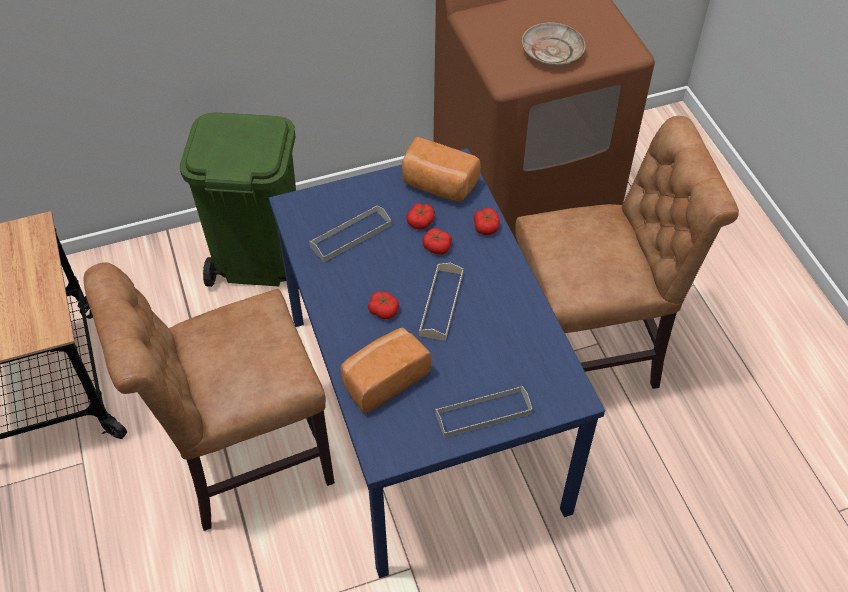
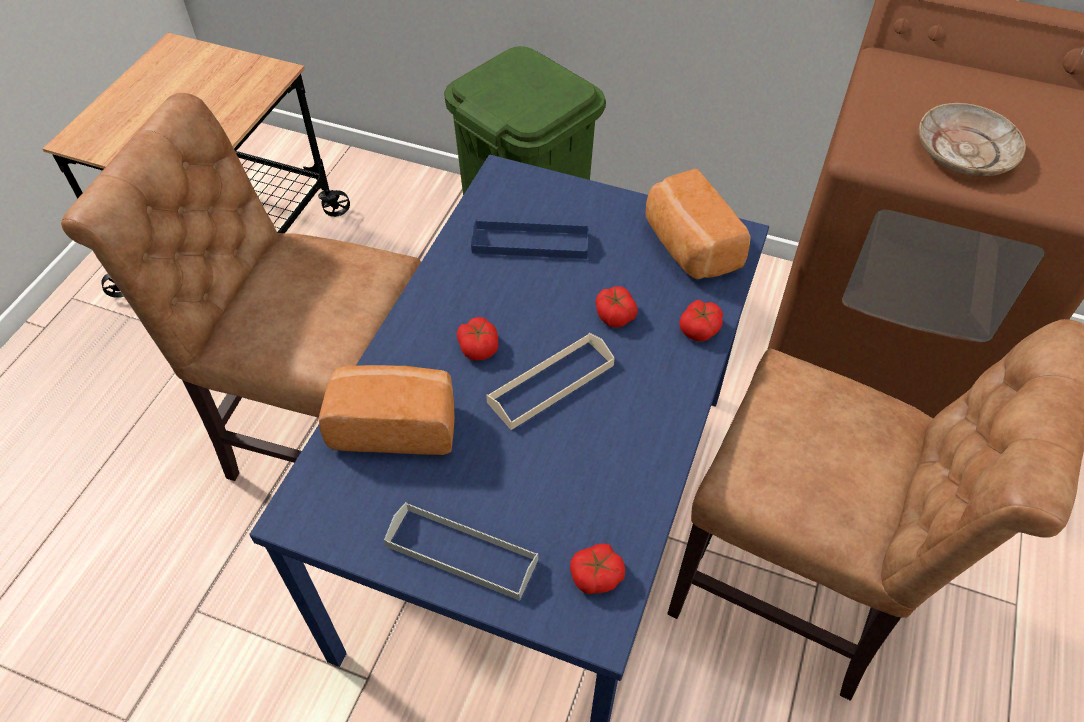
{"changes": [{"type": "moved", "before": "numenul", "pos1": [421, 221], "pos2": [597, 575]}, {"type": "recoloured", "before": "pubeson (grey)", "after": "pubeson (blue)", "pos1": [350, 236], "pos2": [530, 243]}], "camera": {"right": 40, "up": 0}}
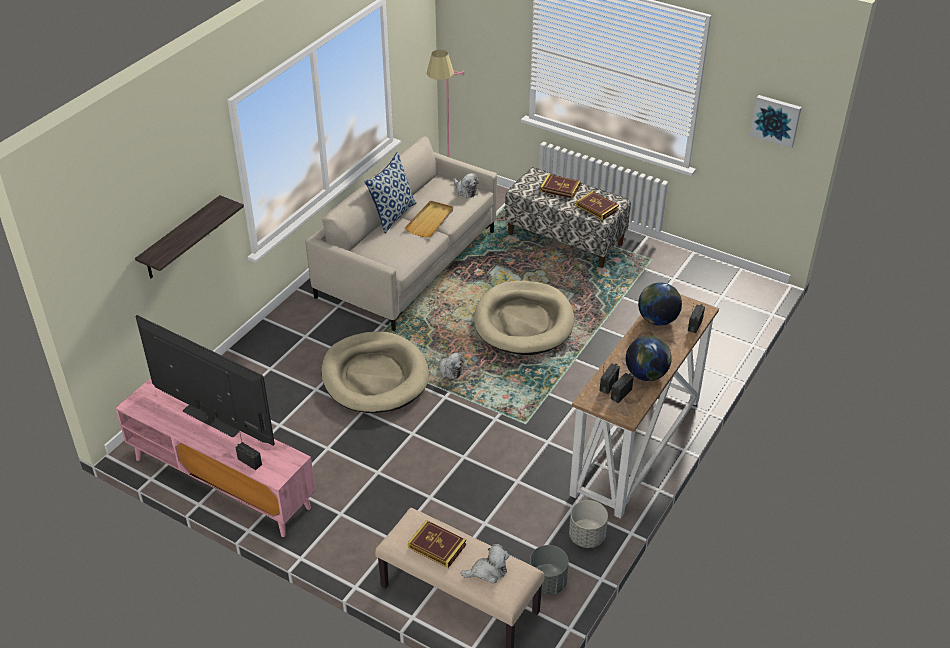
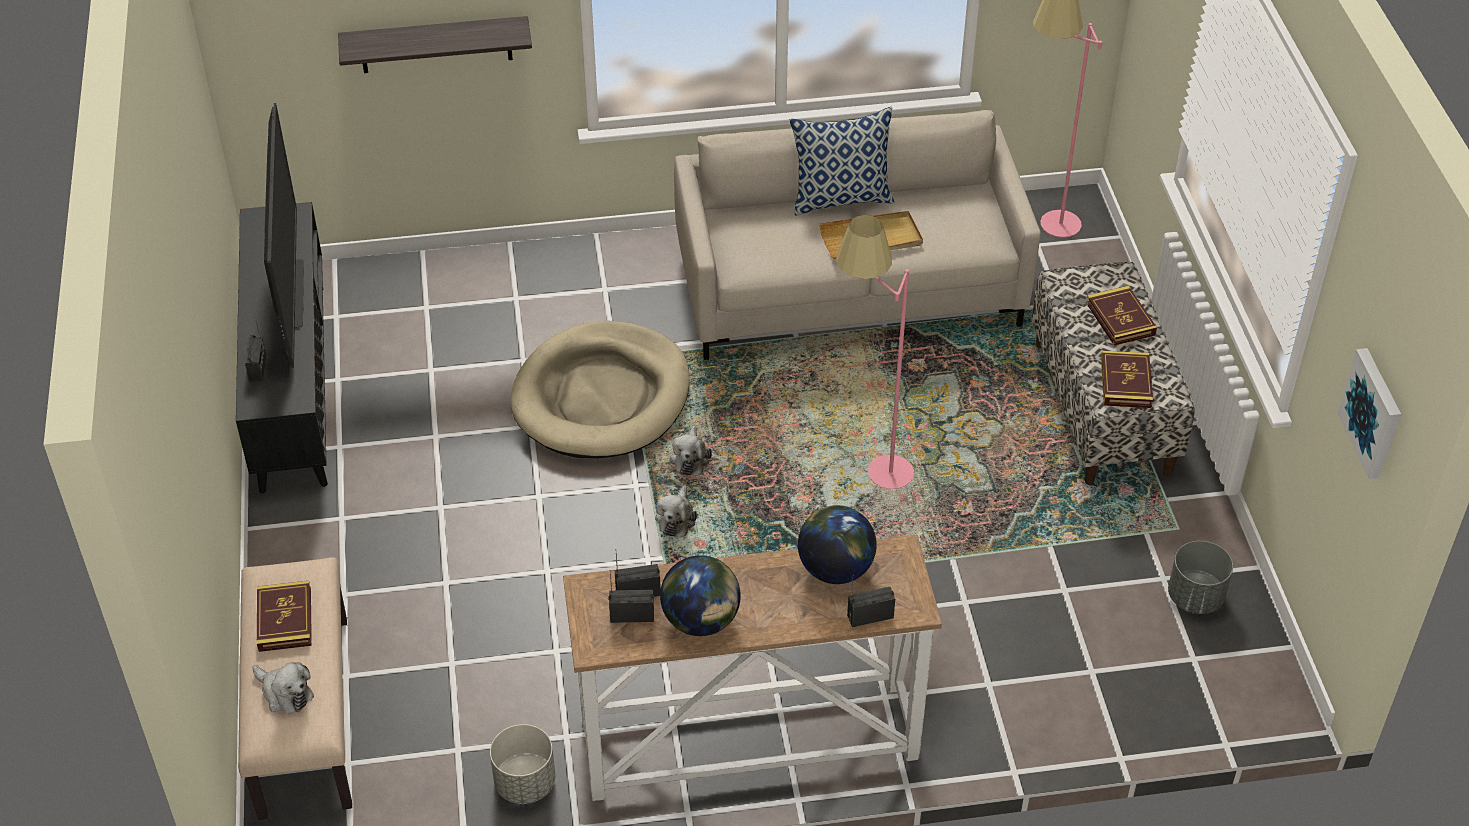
{"changes": [{"type": "moved", "before": "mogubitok", "pos1": [465, 191], "pos2": [676, 518]}, {"type": "replaced", "before": "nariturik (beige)", "after": "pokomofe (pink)", "pos1": [523, 322], "pos2": [869, 472]}, {"type": "recoloured", "before": "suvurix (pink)", "after": "suvurix (black)", "pos1": [220, 483], "pos2": [291, 384]}, {"type": "moved", "before": "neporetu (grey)", "pos1": [547, 582], "pos2": [1194, 597]}], "camera": {"right": 50, "up": 5}}
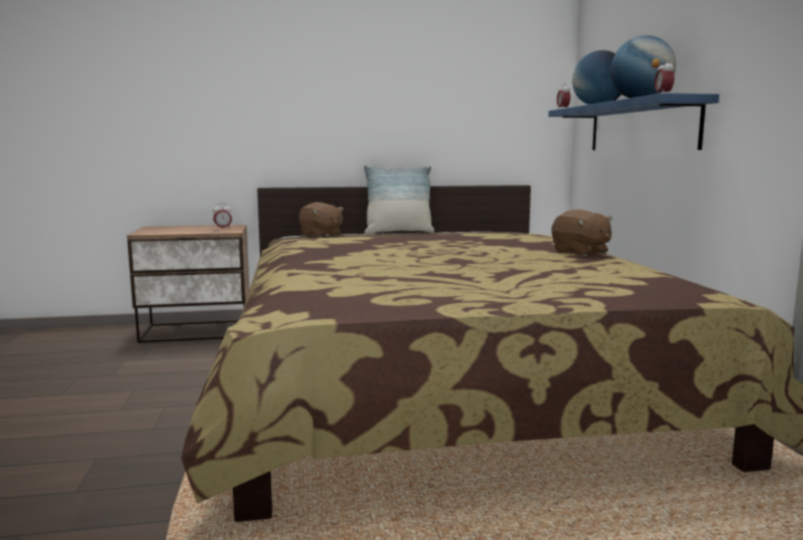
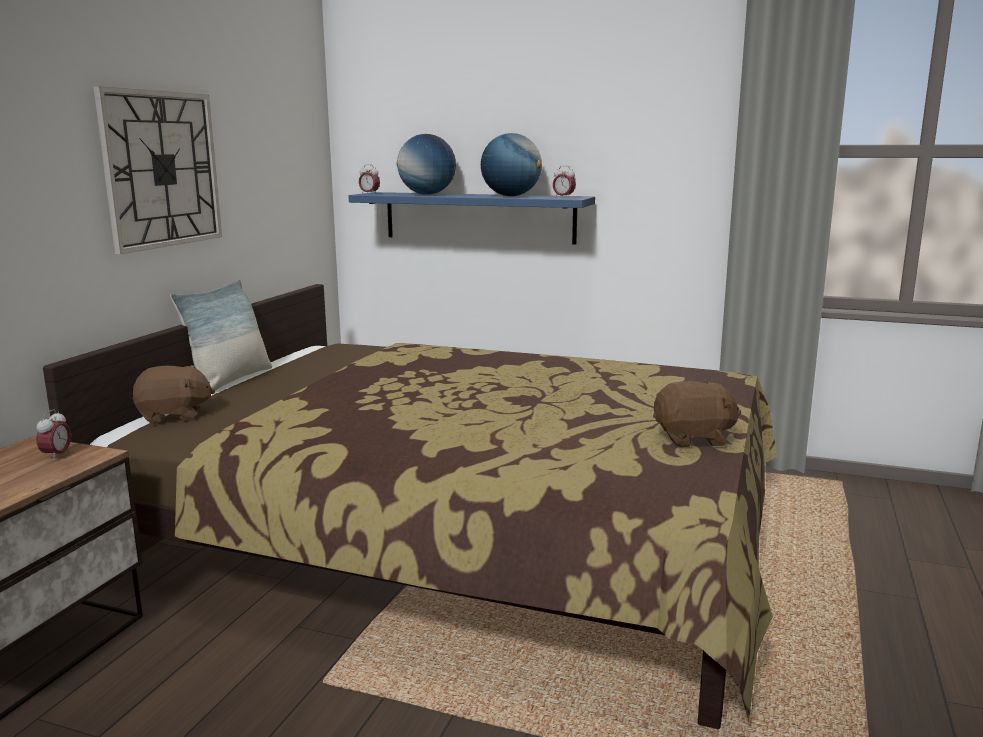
{"changes": [{"type": "moved", "before": "mogubitok (brown)", "pos1": [580, 252], "pos2": [693, 439]}, {"type": "added", "after": "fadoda", "pos2": [161, 169]}], "camera": {"right": -60, "up": 5}}
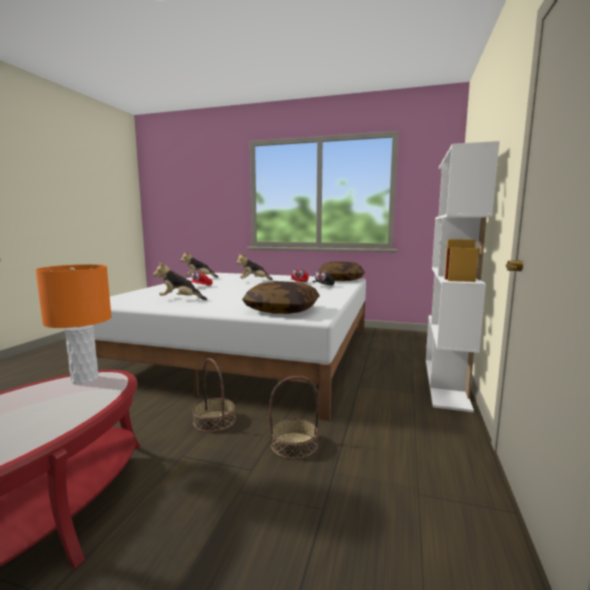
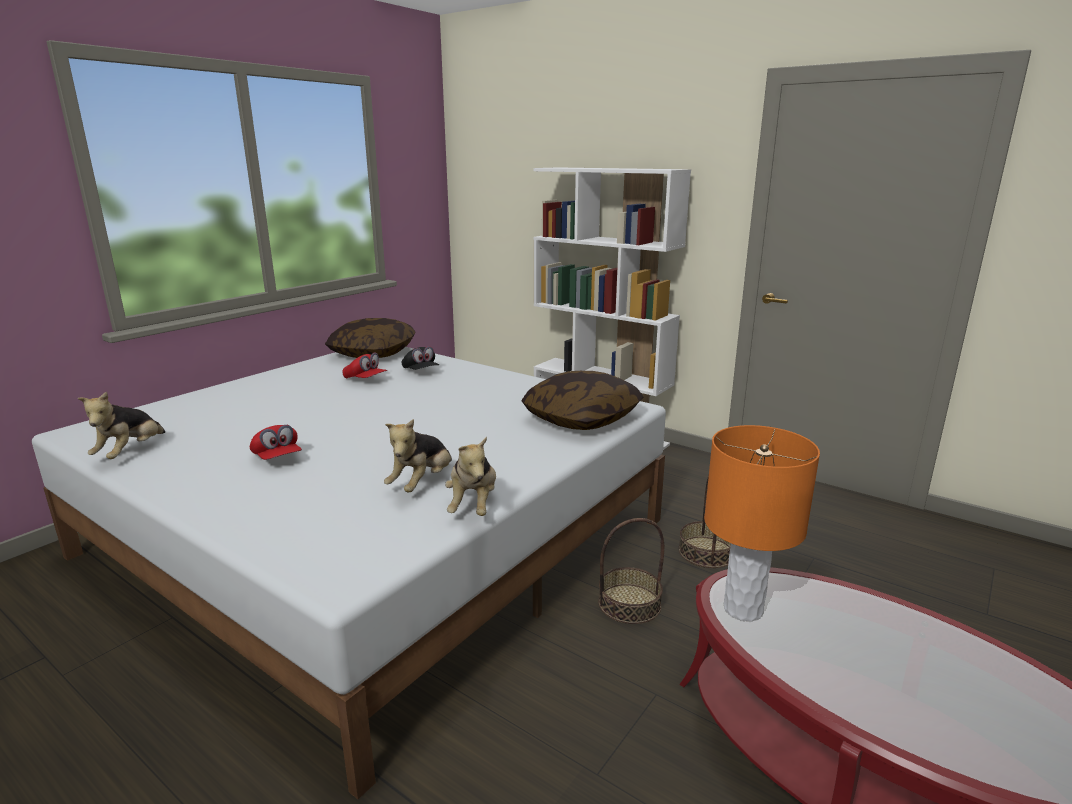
{"changes": [{"type": "moved", "before": "mogubitok", "pos1": [253, 281], "pos2": [473, 505]}], "camera": {"right": -70, "up": 10}}
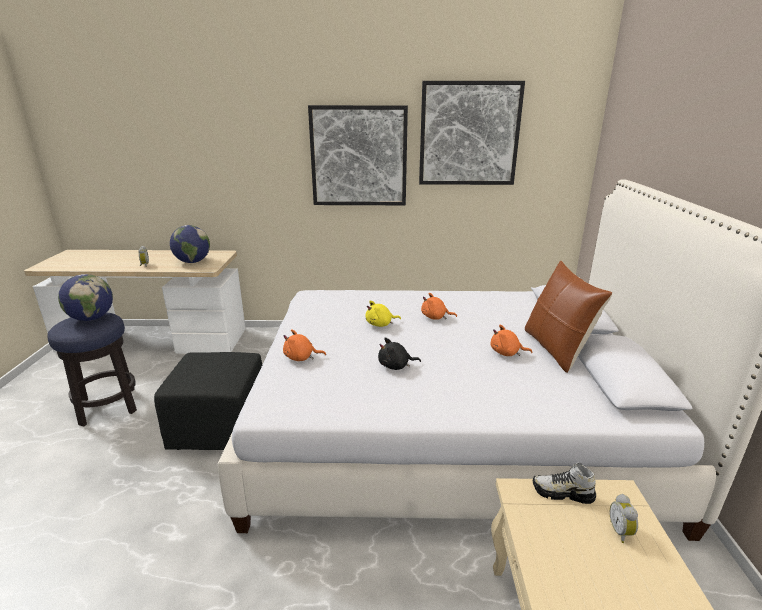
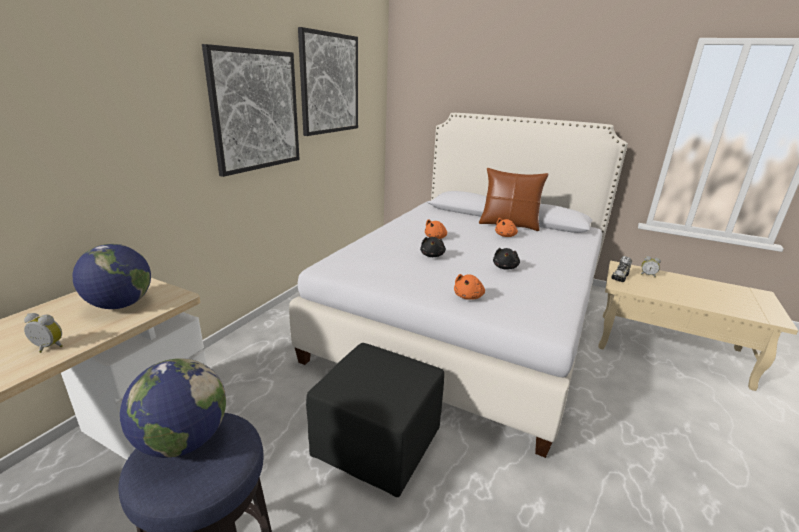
{"changes": [{"type": "recoloured", "before": "mogubitok (yellow)", "after": "mogubitok (black)", "pos1": [380, 324], "pos2": [432, 255]}], "camera": {"right": -65, "up": 0}}
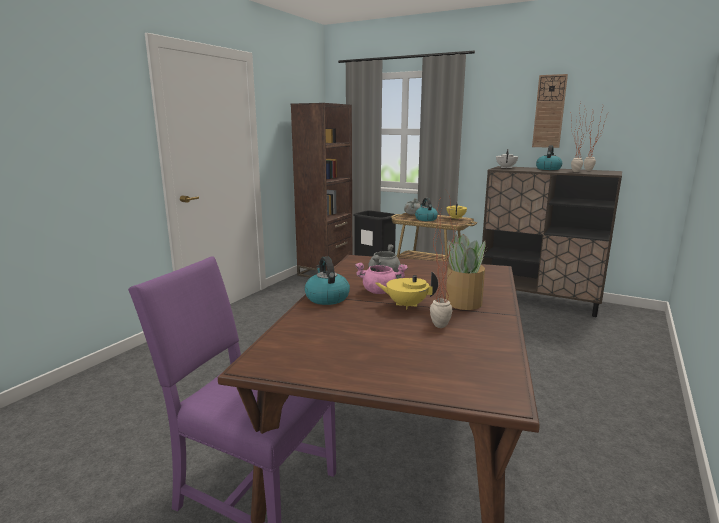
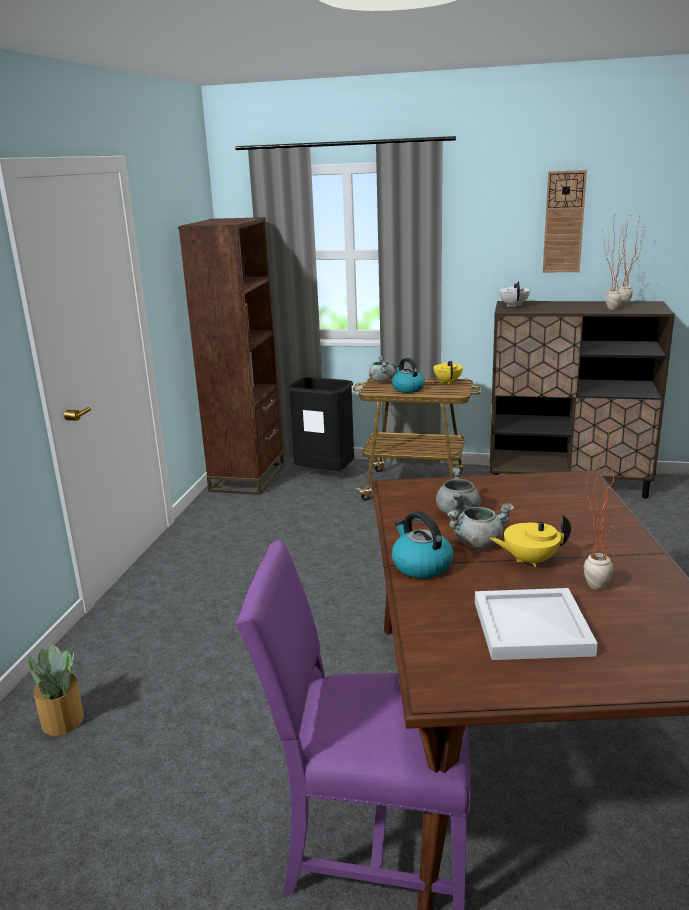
{"changes": [{"type": "removed", "before": "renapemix", "pos1": [548, 169]}, {"type": "moved", "before": "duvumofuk", "pos1": [463, 302], "pos2": [62, 720]}, {"type": "recoloured", "before": "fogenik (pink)", "after": "fogenik (grey)", "pos1": [380, 291], "pos2": [478, 542]}, {"type": "added", "after": "pubeson (white)", "pos2": [529, 627]}], "camera": {"right": -15, "up": 5}}
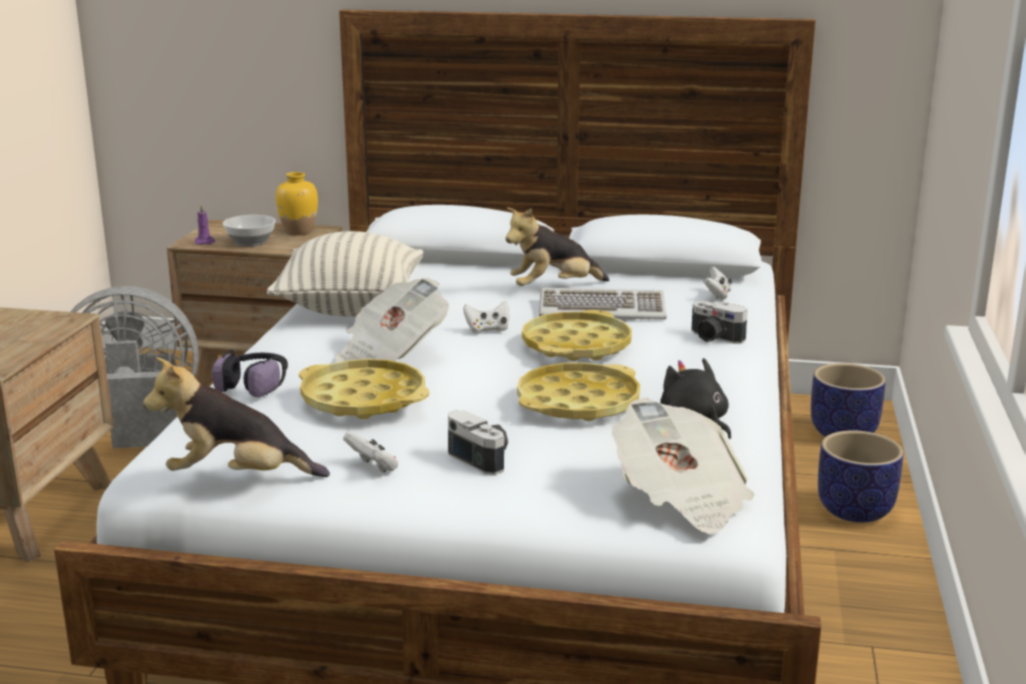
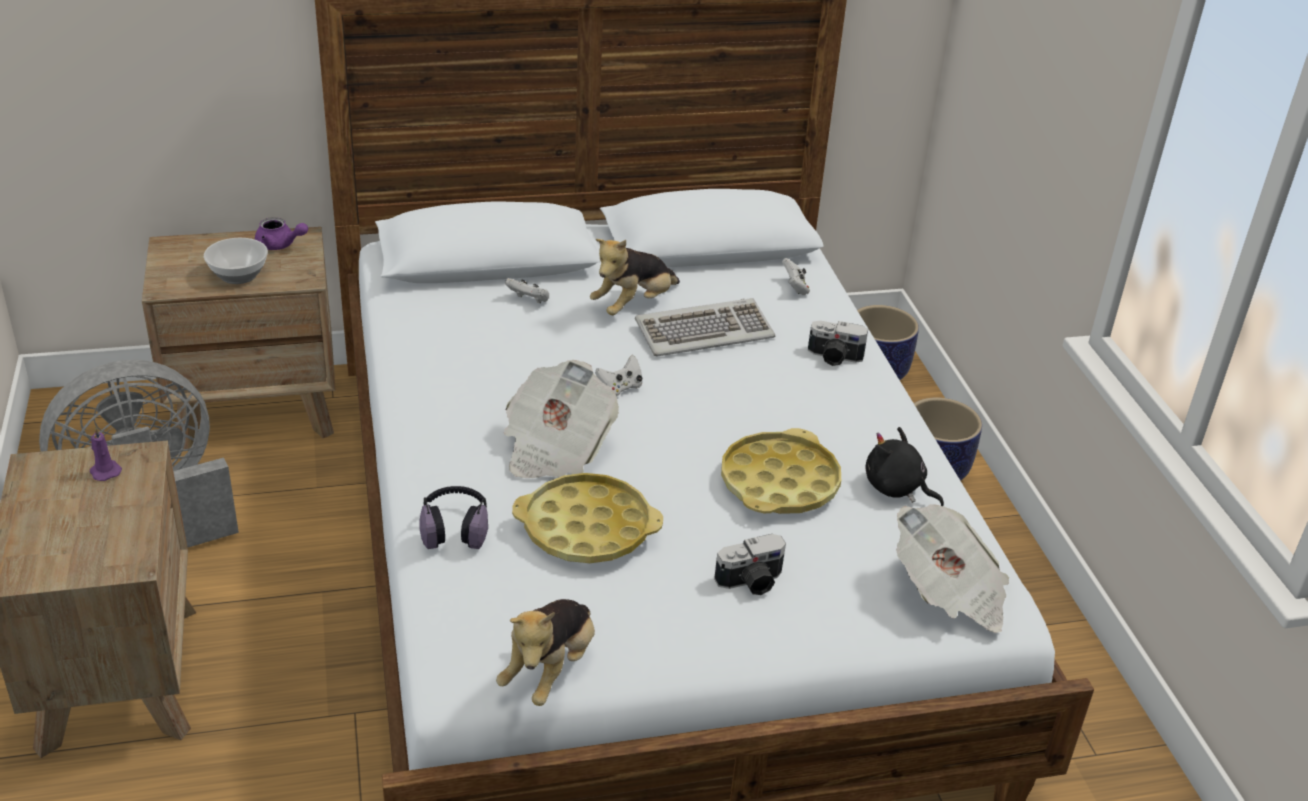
{"changes": [{"type": "replaced", "before": "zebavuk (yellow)", "after": "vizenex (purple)", "pos1": [299, 232], "pos2": [280, 245]}, {"type": "moved", "before": "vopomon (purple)", "pos1": [204, 242], "pos2": [105, 471]}, {"type": "removed", "before": "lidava", "pos1": [351, 308]}, {"type": "removed", "before": "pubeson (yellow)", "pos1": [576, 346]}, {"type": "turned", "before": "mogubitok", "pos1": [237, 477], "pos2": [550, 669], "turn": -45}, {"type": "turned", "before": "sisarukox", "pos1": [483, 458], "pos2": [751, 582], "turn": 135}, {"type": "moved", "before": "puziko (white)", "pos1": [373, 467], "pos2": [529, 301]}], "camera": {"right": -25, "up": 15}}
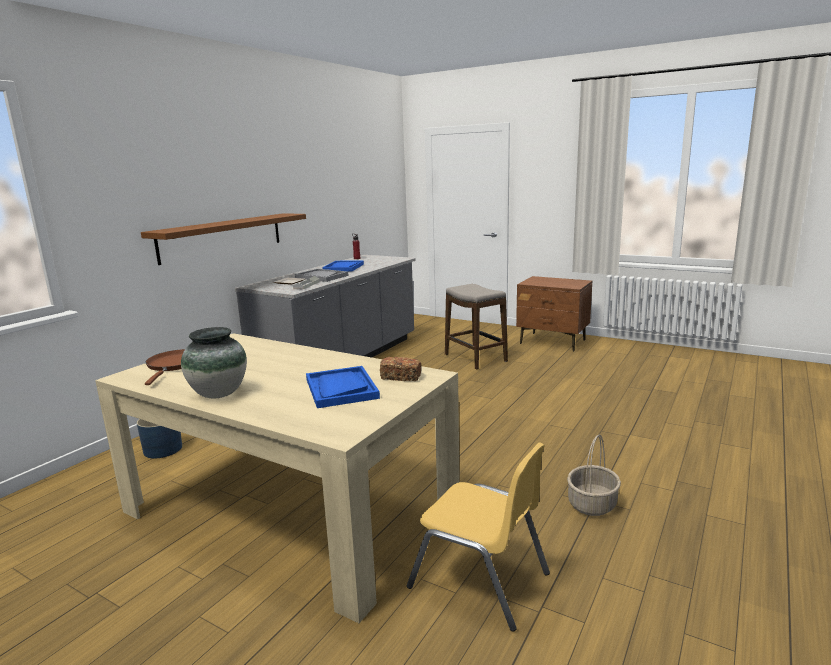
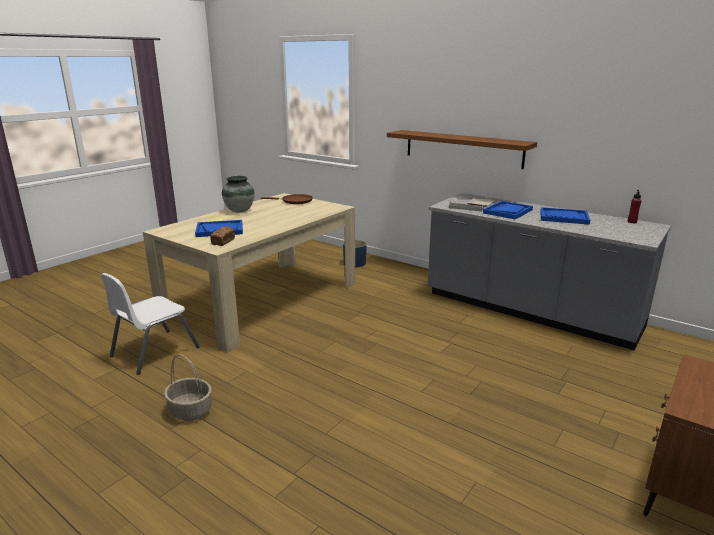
{"changes": [{"type": "recoloured", "before": "pubeson (grey)", "after": "pubeson (blue)", "pos1": [321, 277], "pos2": [507, 211]}, {"type": "removed", "before": "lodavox", "pos1": [475, 358]}, {"type": "recoloured", "before": "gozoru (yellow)", "after": "gozoru (white)", "pos1": [480, 580], "pos2": [154, 352]}], "camera": {"right": 95, "up": 5}}
